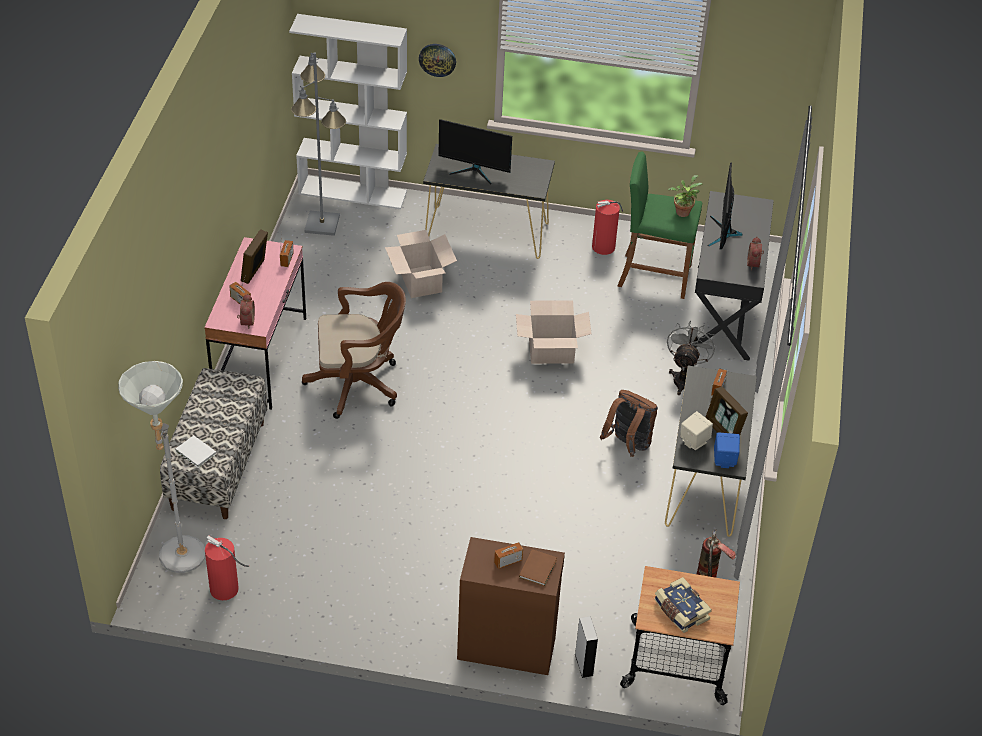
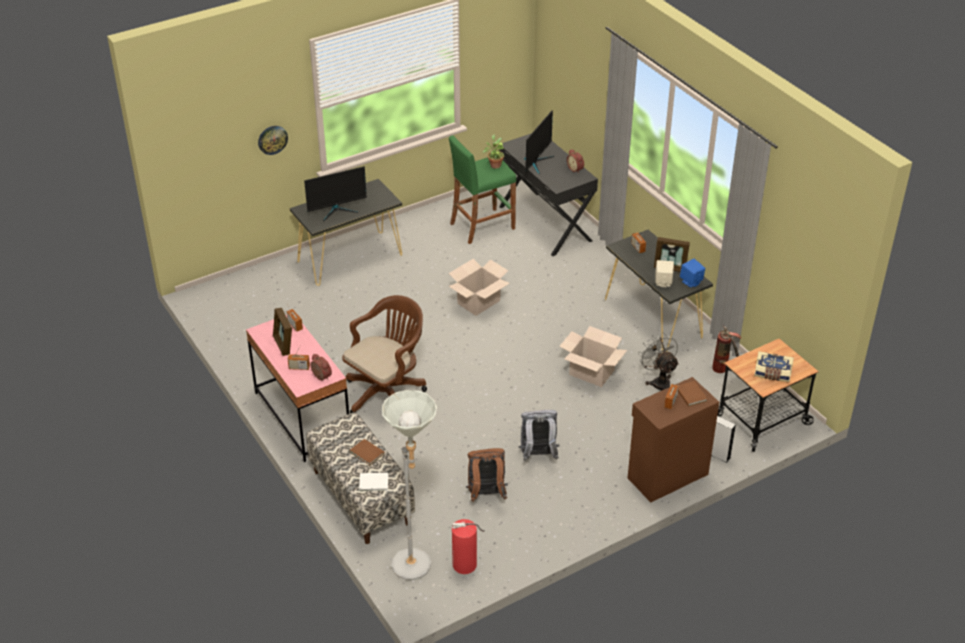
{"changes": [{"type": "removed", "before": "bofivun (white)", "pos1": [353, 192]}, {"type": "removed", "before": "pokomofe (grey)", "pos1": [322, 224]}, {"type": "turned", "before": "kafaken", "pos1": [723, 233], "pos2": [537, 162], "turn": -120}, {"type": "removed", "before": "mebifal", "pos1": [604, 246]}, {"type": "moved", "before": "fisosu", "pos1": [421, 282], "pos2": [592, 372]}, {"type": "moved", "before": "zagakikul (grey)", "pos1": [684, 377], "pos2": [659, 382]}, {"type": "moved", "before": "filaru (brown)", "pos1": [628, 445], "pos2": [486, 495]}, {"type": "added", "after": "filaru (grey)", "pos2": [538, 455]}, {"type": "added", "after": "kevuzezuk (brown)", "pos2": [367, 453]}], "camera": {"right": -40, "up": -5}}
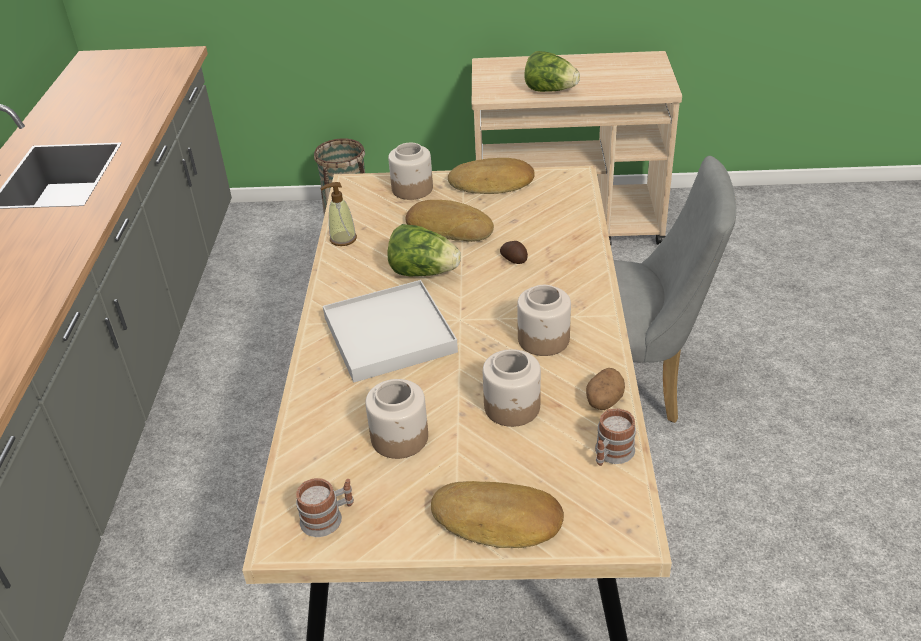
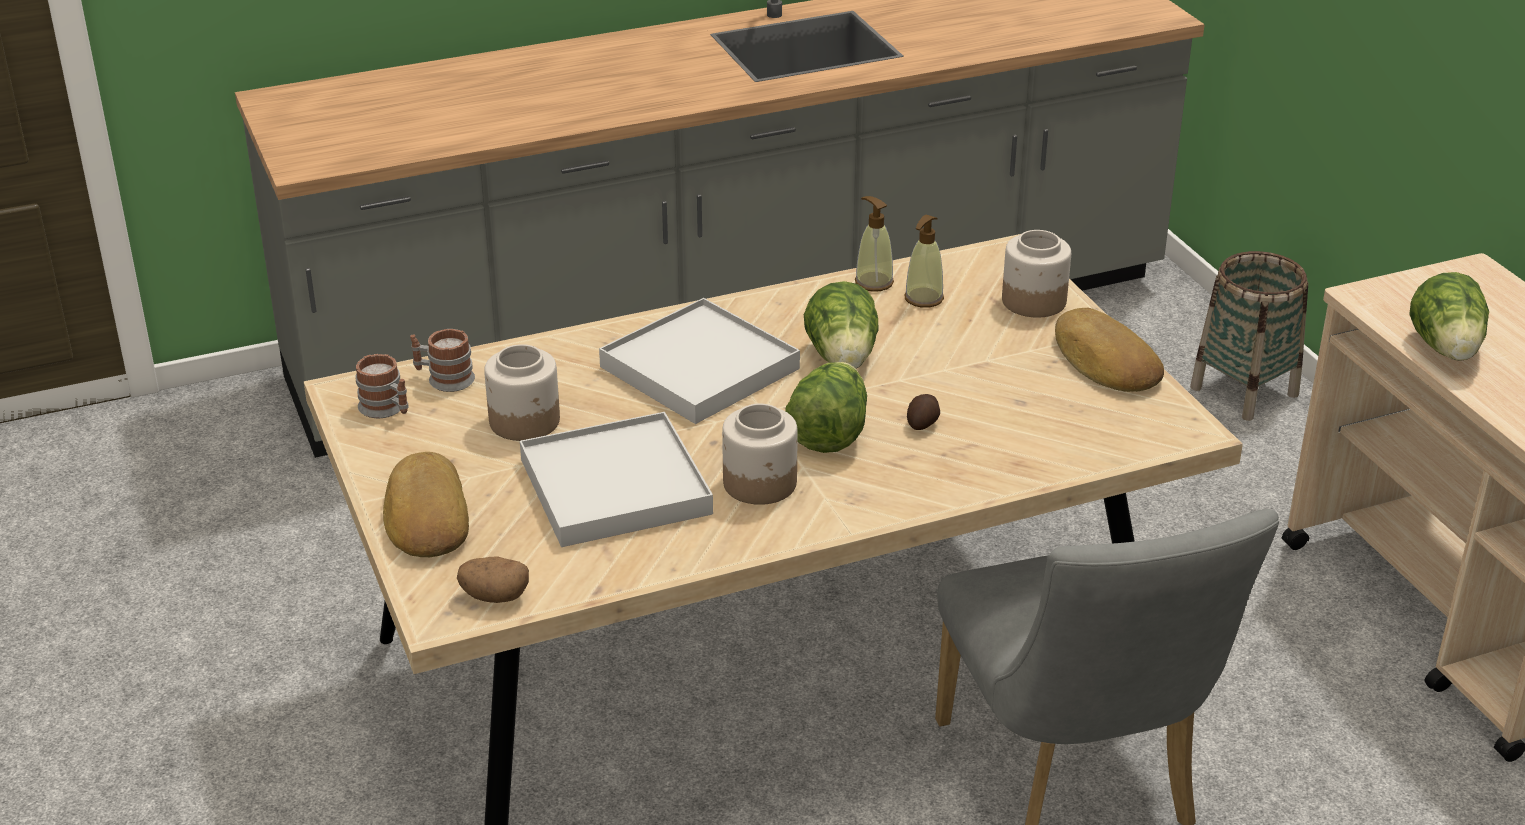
{"changes": [{"type": "removed", "before": "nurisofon", "pos1": [449, 227]}, {"type": "replaced", "before": "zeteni", "after": "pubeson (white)", "pos1": [512, 407], "pos2": [615, 487]}, {"type": "moved", "before": "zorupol", "pos1": [603, 401], "pos2": [494, 596]}, {"type": "moved", "before": "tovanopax", "pos1": [611, 454], "pos2": [444, 379]}, {"type": "added", "after": "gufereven", "pos2": [923, 298]}, {"type": "added", "after": "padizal", "pos2": [828, 433]}], "camera": {"right": 65, "up": -5}}
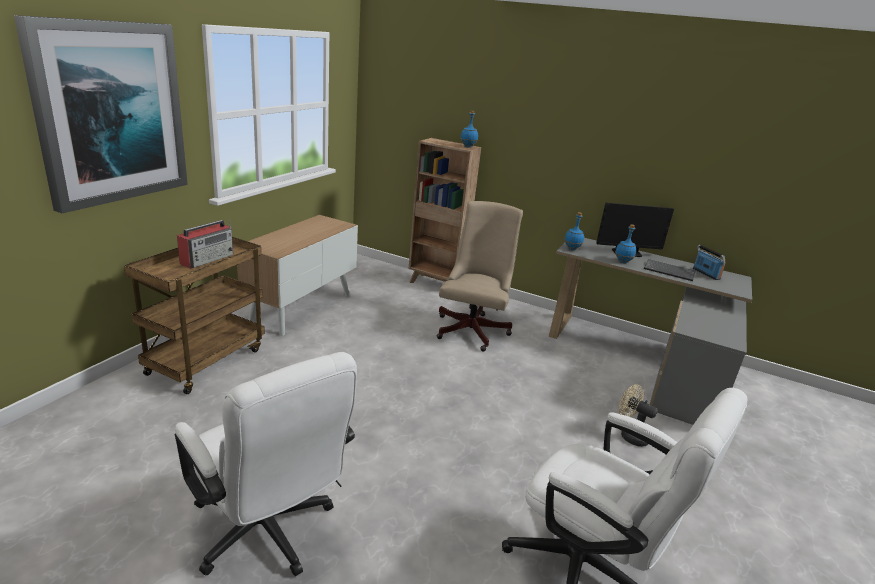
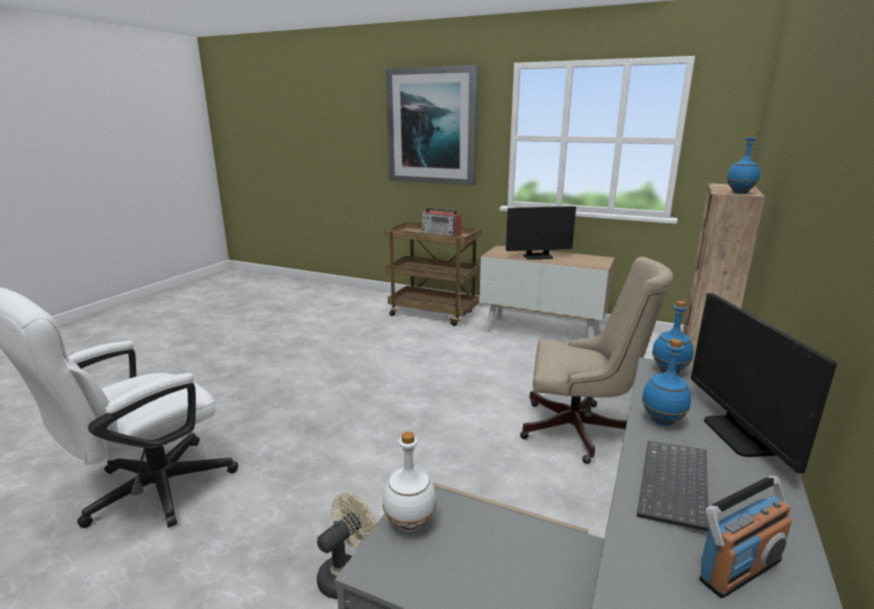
{"changes": [{"type": "removed", "before": "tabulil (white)", "pos1": [268, 534]}, {"type": "added", "after": "kafaken", "pos2": [538, 256]}, {"type": "added", "after": "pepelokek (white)", "pos2": [410, 523]}], "camera": {"right": 90, "up": -5}}
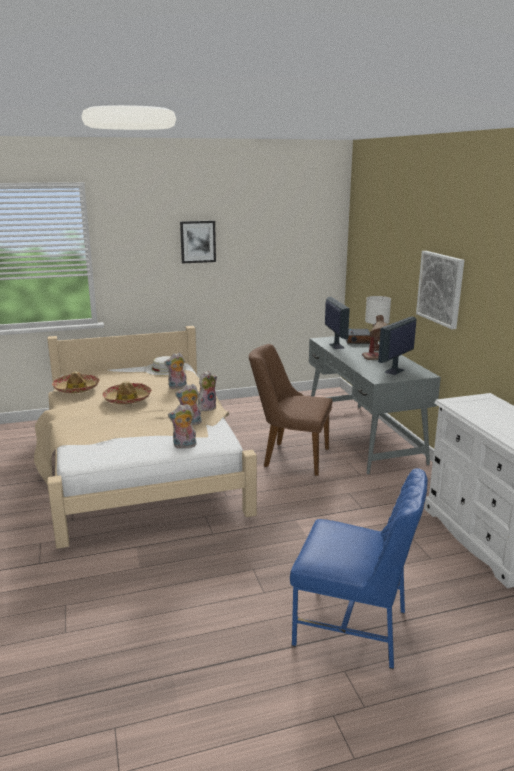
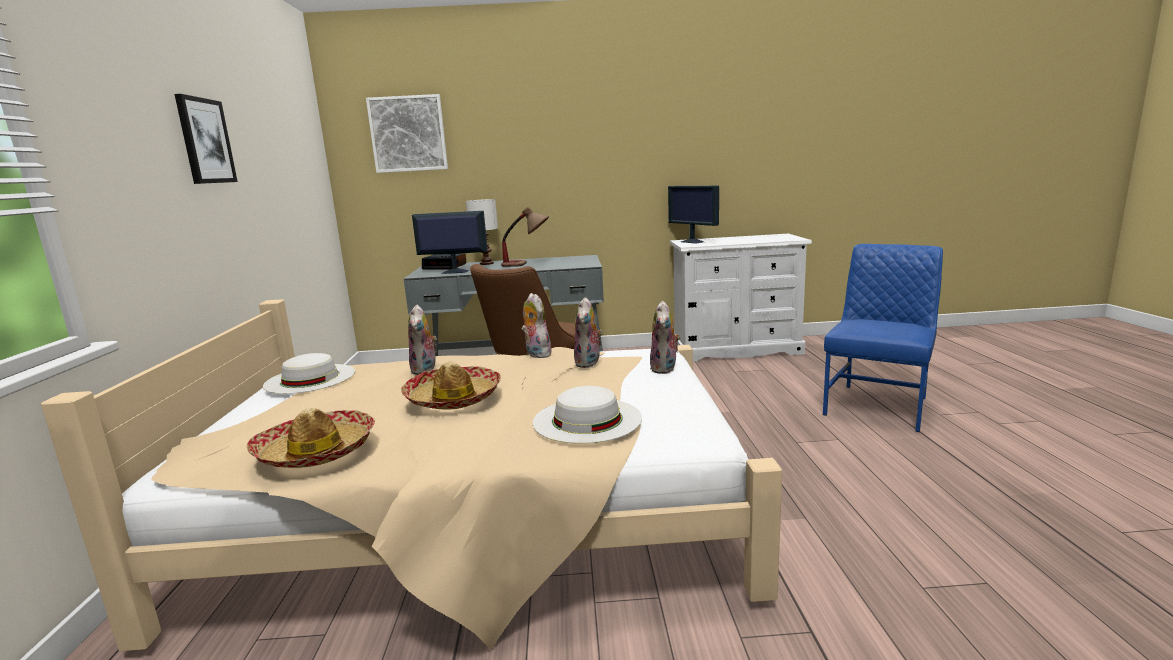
{"changes": [{"type": "moved", "before": "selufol", "pos1": [440, 288], "pos2": [408, 134]}, {"type": "moved", "before": "kafaken", "pos1": [394, 371], "pos2": [692, 242]}, {"type": "added", "after": "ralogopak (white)", "pos2": [587, 419]}], "camera": {"right": -75, "up": -5}}
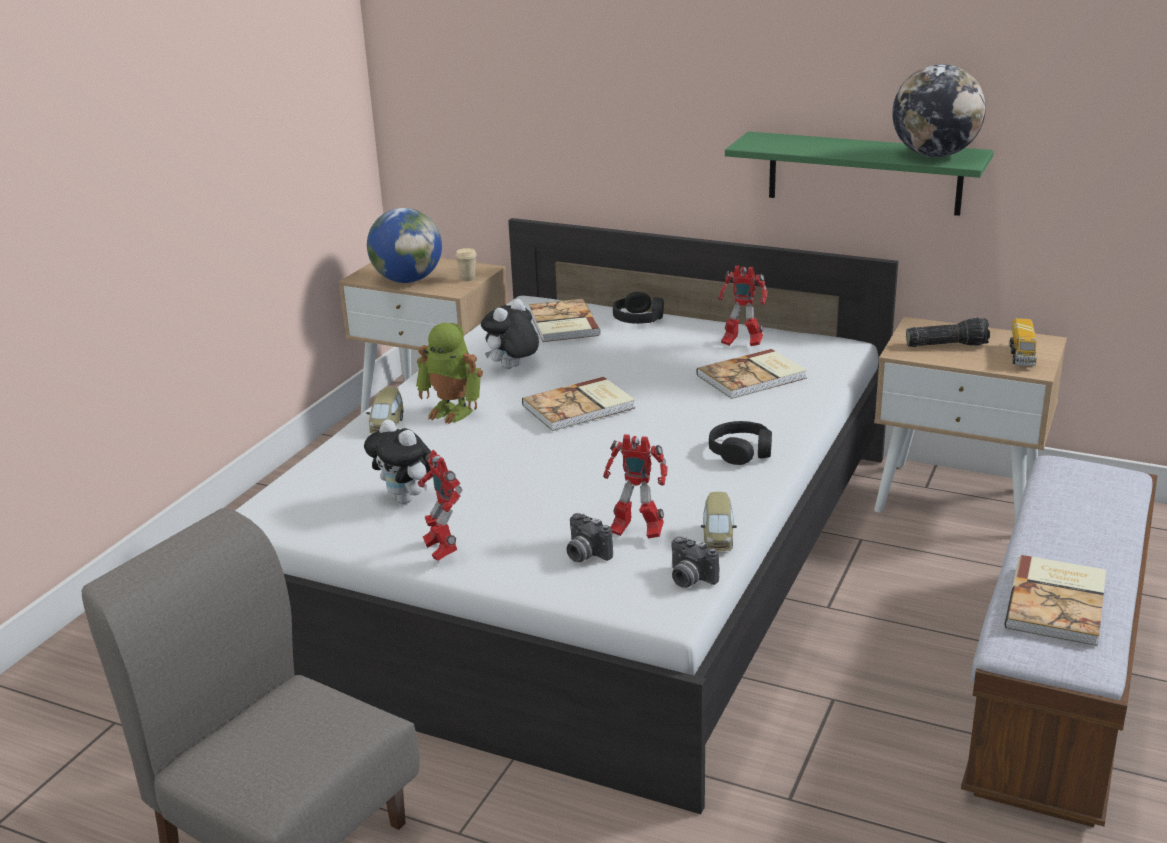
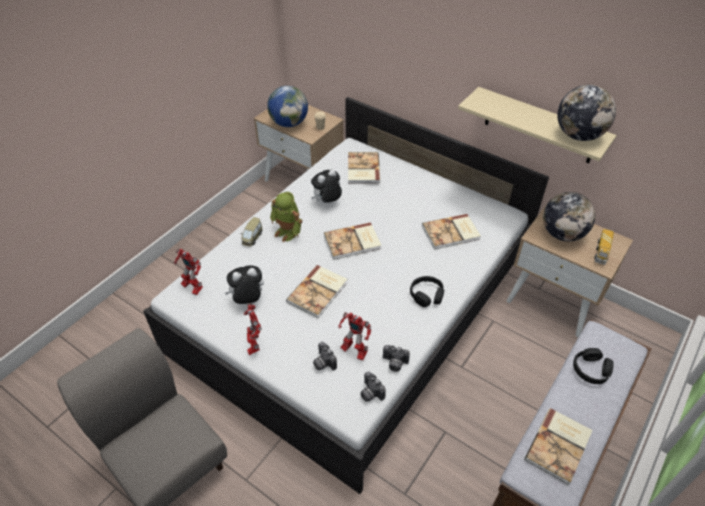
{"changes": [{"type": "recoloured", "before": "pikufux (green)", "after": "pikufux (beige)", "pos1": [864, 173], "pos2": [539, 126]}, {"type": "moved", "before": "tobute", "pos1": [741, 344], "pos2": [192, 287]}, {"type": "moved", "before": "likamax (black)", "pos1": [638, 318], "pos2": [591, 369]}, {"type": "replaced", "before": "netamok", "after": "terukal", "pos1": [946, 344], "pos2": [562, 234]}, {"type": "turned", "before": "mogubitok", "pos1": [408, 499], "pos2": [248, 300], "turn": 105}, {"type": "replaced", "before": "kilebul", "after": "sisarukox", "pos1": [718, 538], "pos2": [394, 363]}, {"type": "added", "after": "kevuzezuk", "pos2": [318, 292]}], "camera": {"right": 10, "up": 20}}
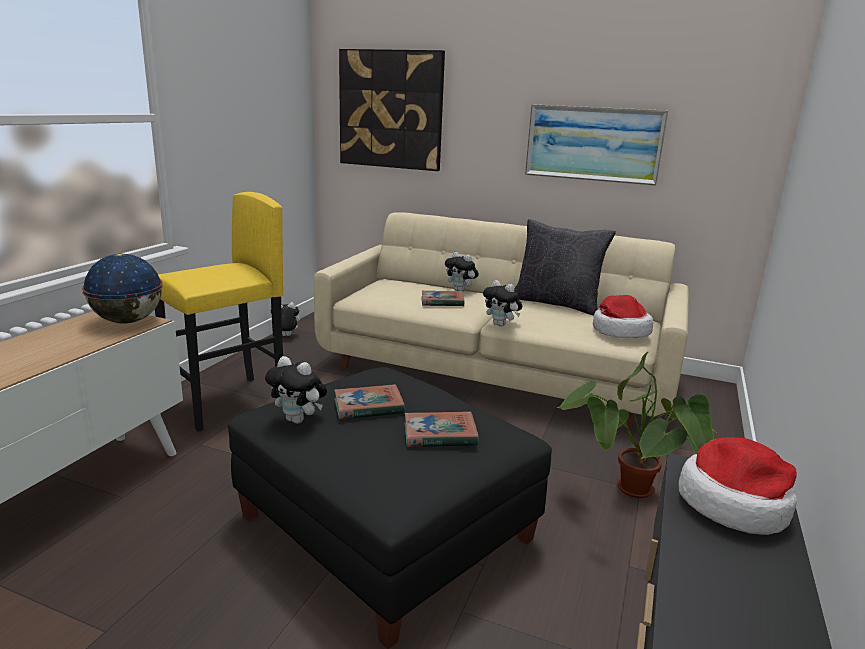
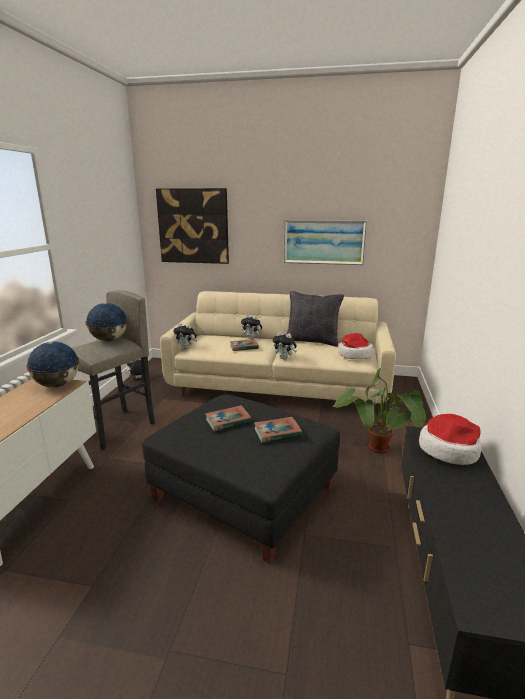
{"changes": [{"type": "recoloured", "before": "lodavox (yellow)", "after": "lodavox (grey)", "pos1": [227, 403], "pos2": [115, 428]}, {"type": "moved", "before": "mogubitok", "pos1": [298, 420], "pos2": [186, 348]}, {"type": "added", "after": "terukal", "pos2": [109, 340]}], "camera": {"right": -10, "up": 0}}
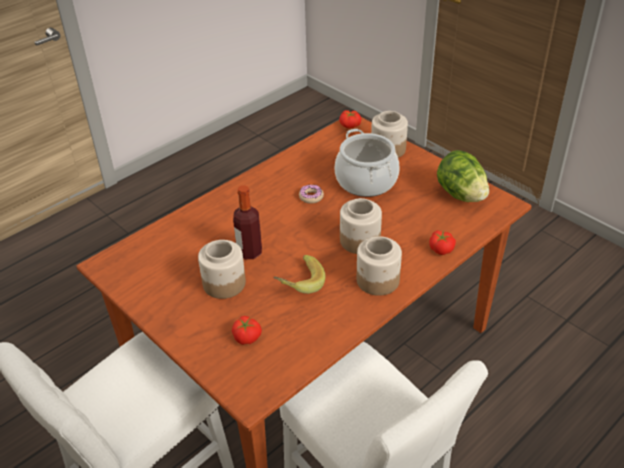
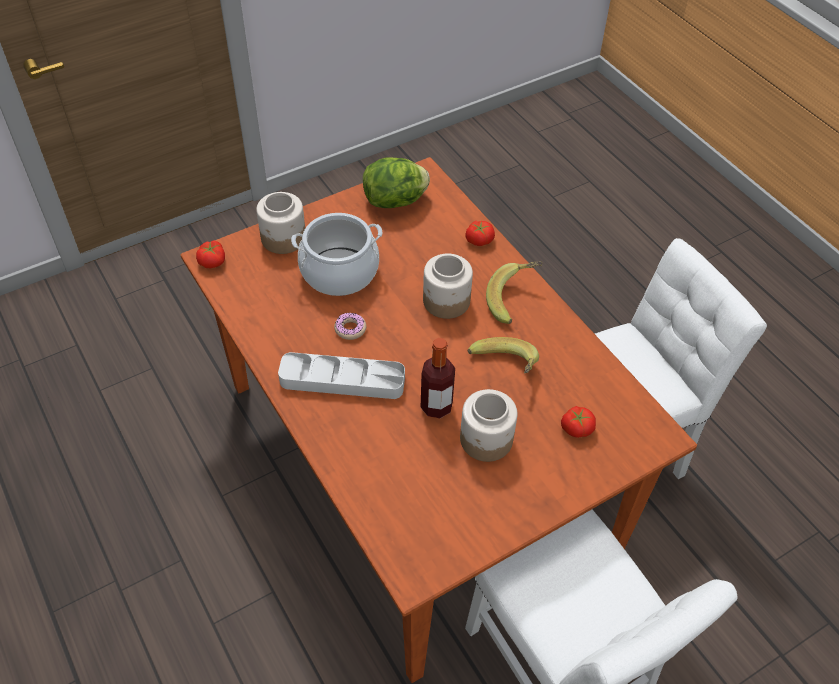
{"changes": [{"type": "replaced", "before": "zeteni", "after": "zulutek", "pos1": [377, 281], "pos2": [514, 300]}, {"type": "added", "after": "pubeson (grey)", "pos2": [342, 380]}], "camera": {"right": -80, "up": 10}}
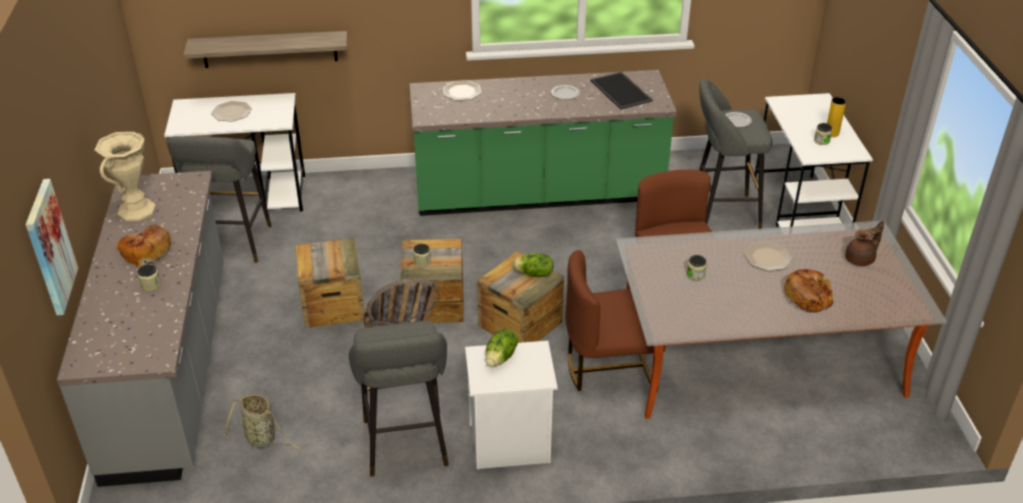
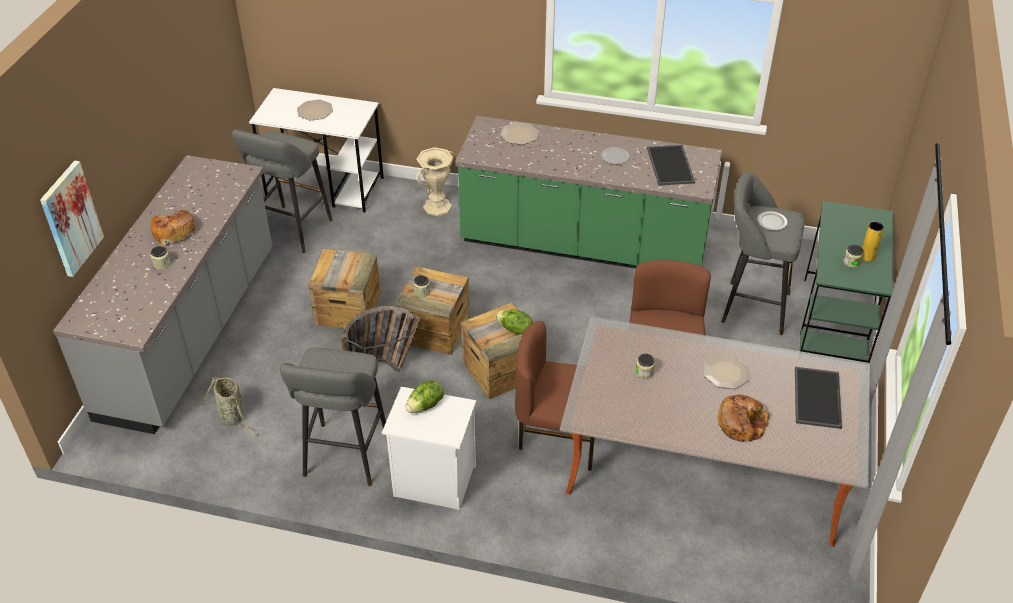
{"changes": [{"type": "removed", "before": "pikufux", "pos1": [269, 49]}, {"type": "recoloured", "before": "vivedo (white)", "after": "vivedo (green)", "pos1": [800, 211], "pos2": [834, 324]}, {"type": "moved", "before": "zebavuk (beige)", "pos1": [136, 210], "pos2": [437, 207]}, {"type": "replaced", "before": "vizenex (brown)", "after": "pubeson", "pos1": [861, 259], "pos2": [818, 398]}], "camera": {"right": 20, "up": 5}}
